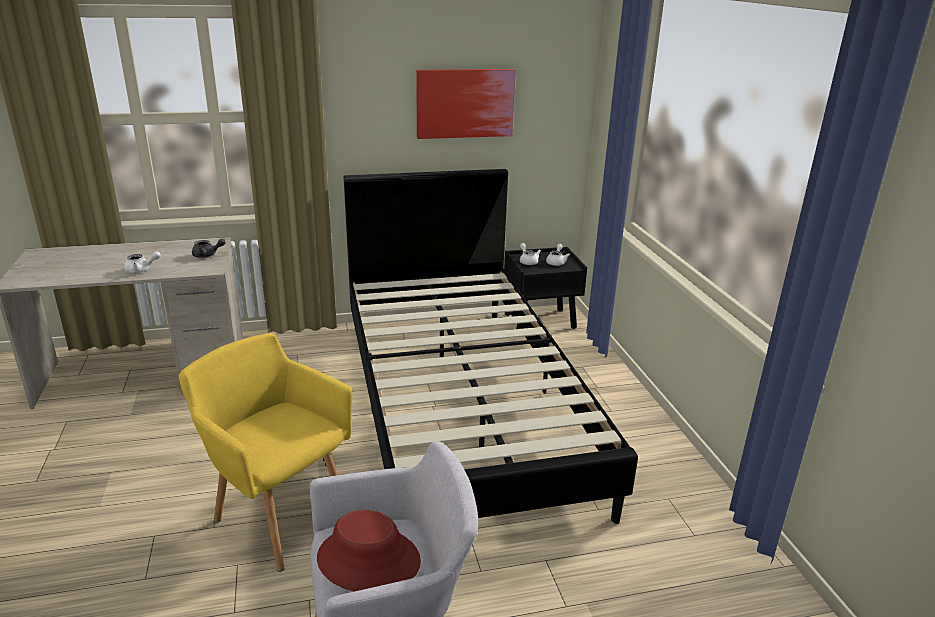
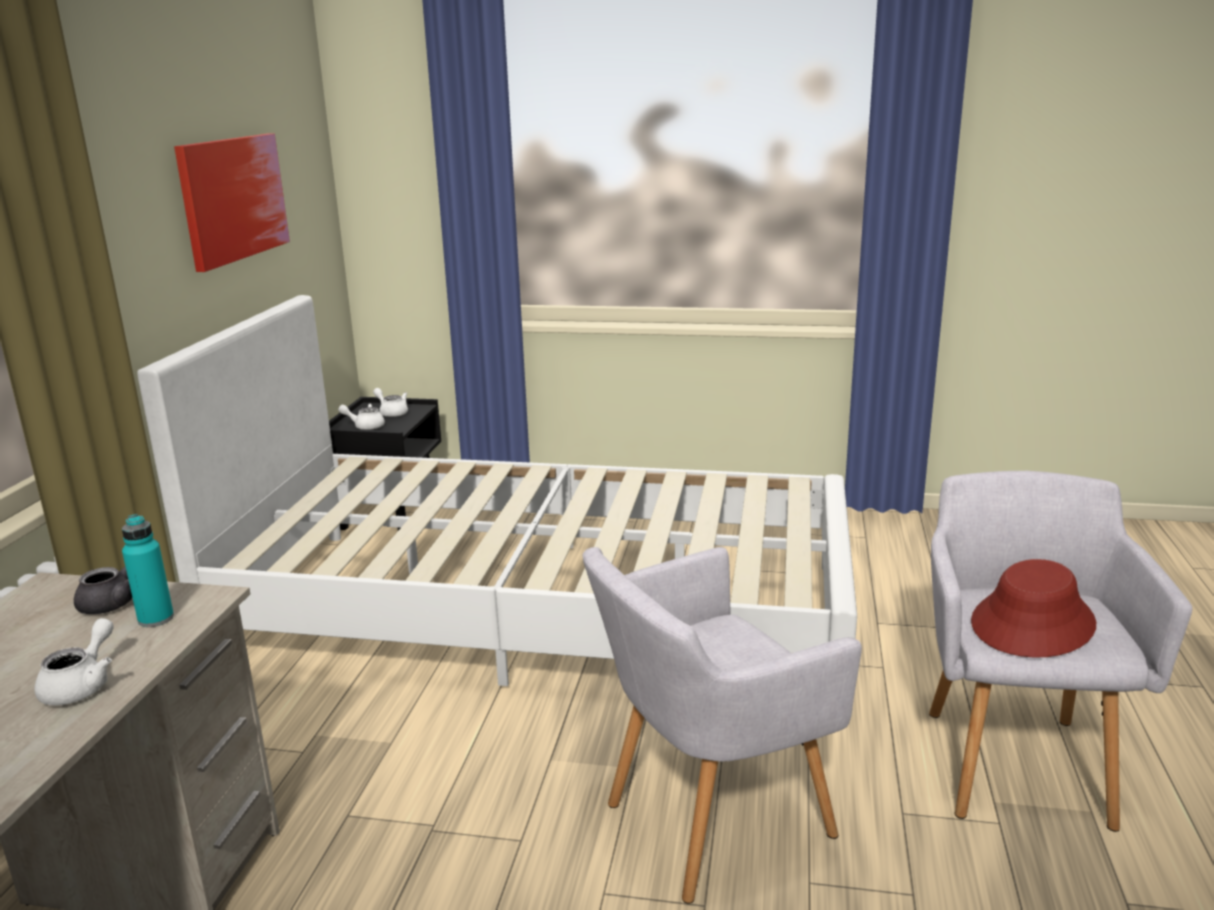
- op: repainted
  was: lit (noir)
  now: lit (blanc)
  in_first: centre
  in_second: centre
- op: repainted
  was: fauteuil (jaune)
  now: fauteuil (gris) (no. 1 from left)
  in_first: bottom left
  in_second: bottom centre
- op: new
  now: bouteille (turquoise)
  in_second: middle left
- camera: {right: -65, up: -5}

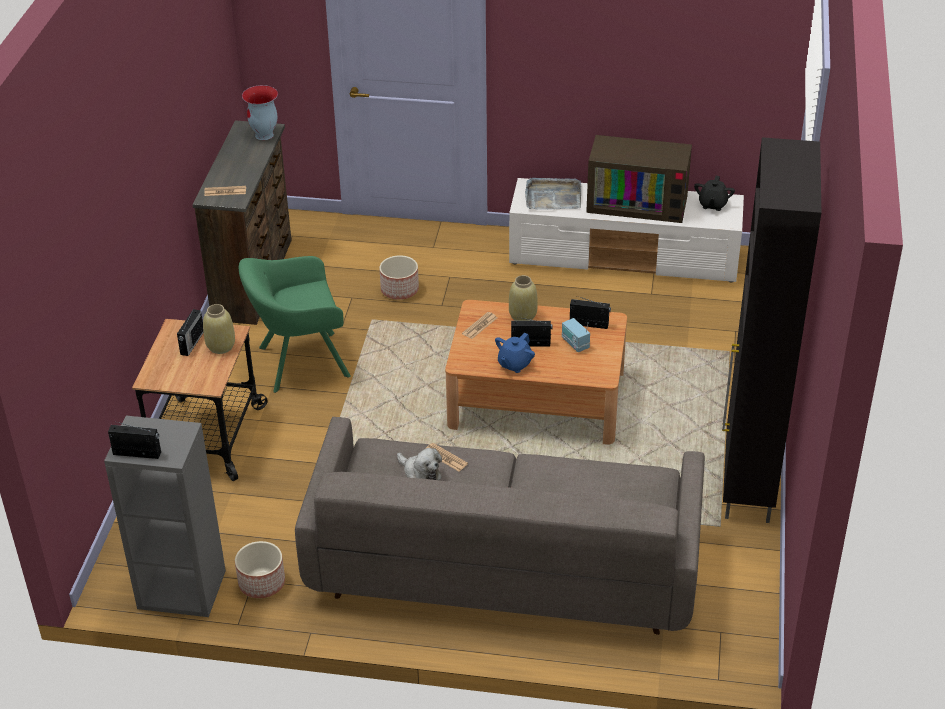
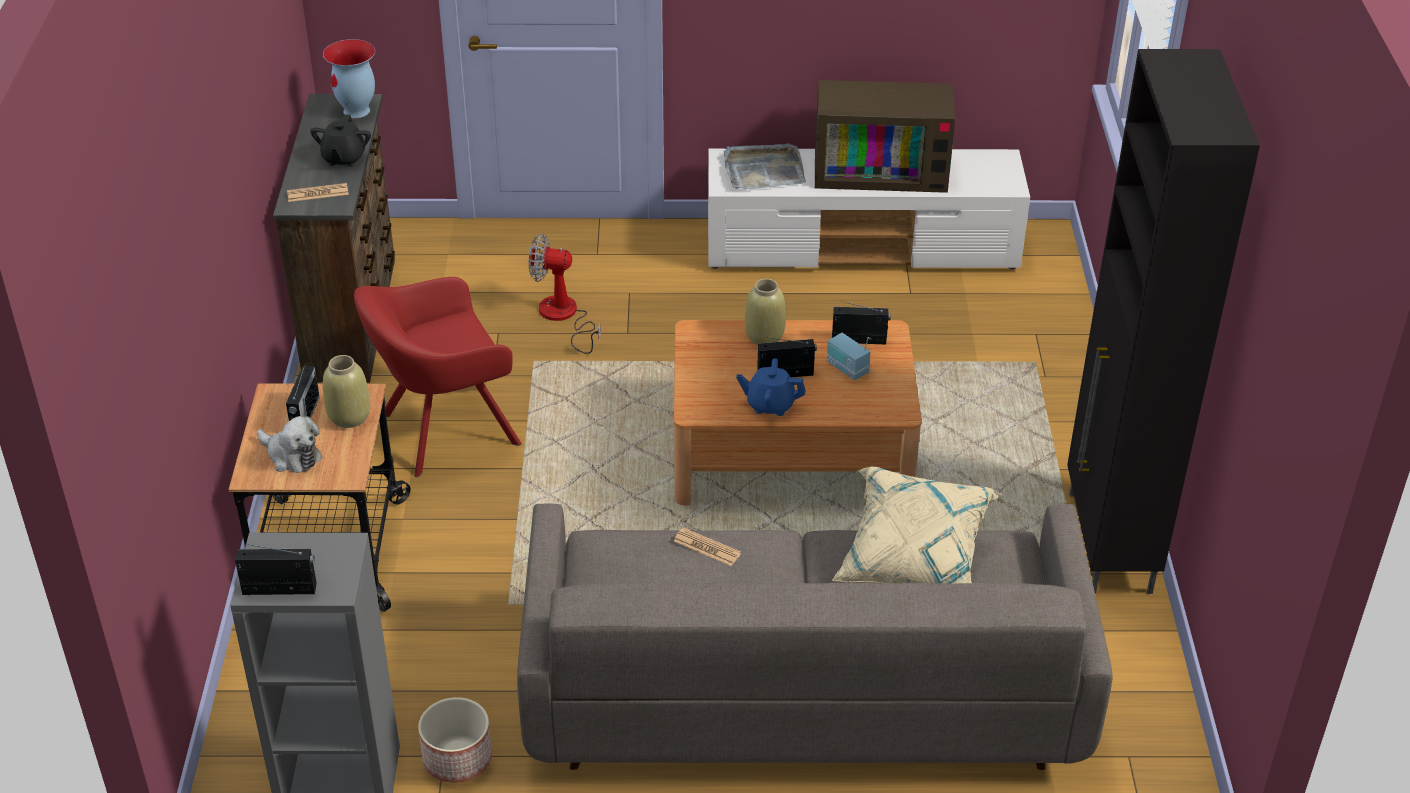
- op: shifted
  was: théière (noir)
  in_first: top right
  in_second: top left
- op: swapped
  was: cache-pot (no. 2 from left)
  now: ventilateur
  in_first: centre
  in_second: centre
- op: repainted
  was: fauteuil (vert)
  now: fauteuil (rouge)
  in_first: middle left
  in_second: middle left
- op: gone
  was: journal (no. 3 from left)
  in_first: centre
- op: rotated
  was: théière (bleu)
  in_first: centre
  in_second: centre
  clockwise: 75
- op: shifted
  was: peluche
  in_first: centre
  in_second: middle left
- op: new
  now: coussin (beige)
  in_second: centre
- camera: {right: -10, up: 0}

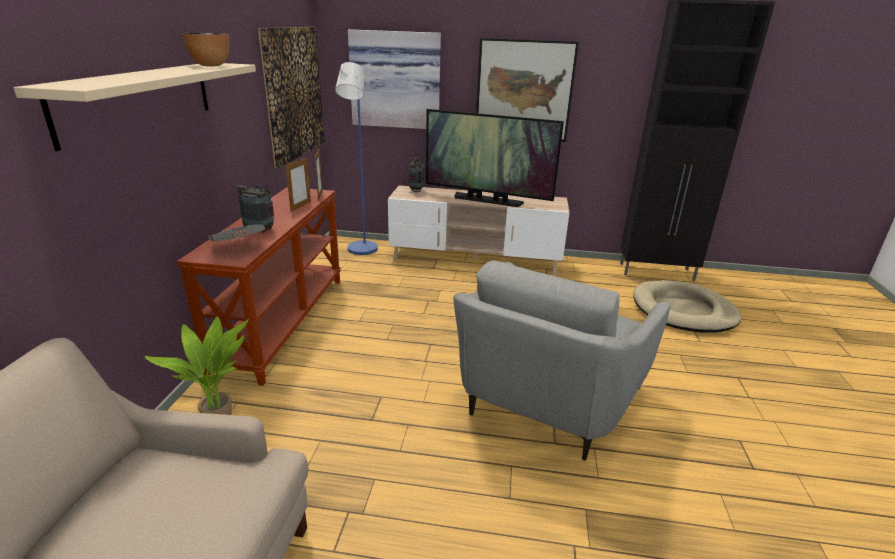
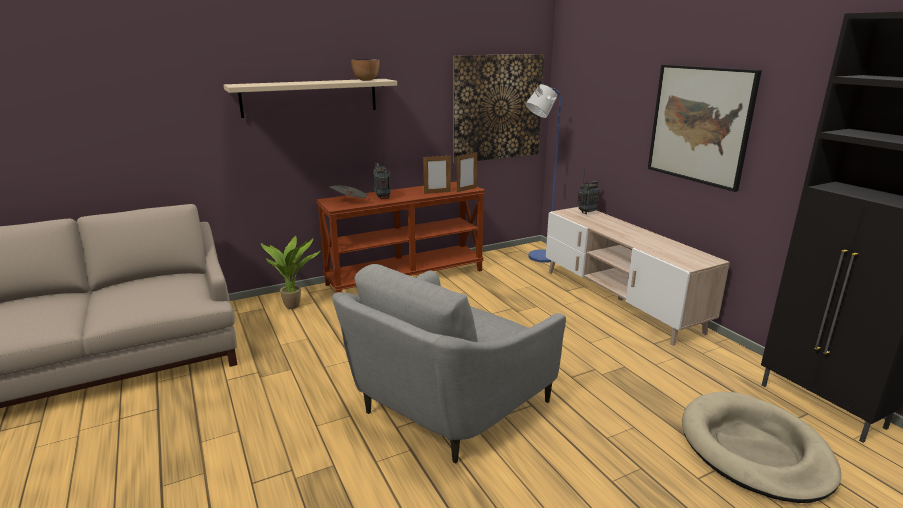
- op: gone
  was: tableau (no. 2 from left)
  in_first: top centre
- op: gone
  was: téléviseur
  in_first: top centre
- op: rotated
  was: fauteuil (gris)
  in_first: centre
  in_second: bottom centre
  clockwise: -45
- camera: {right: 55, up: -5}

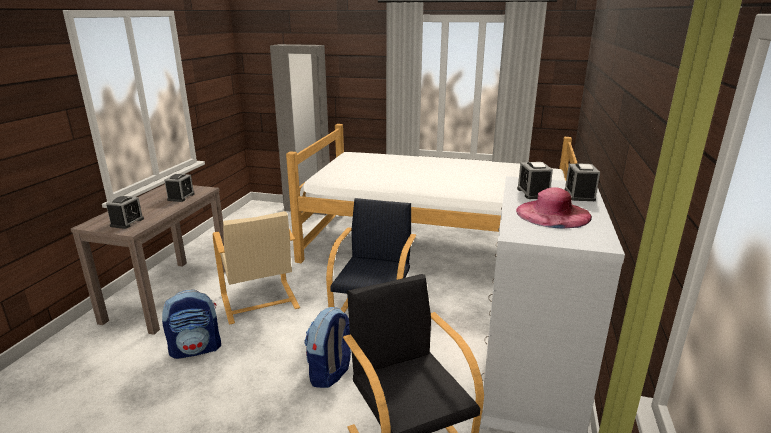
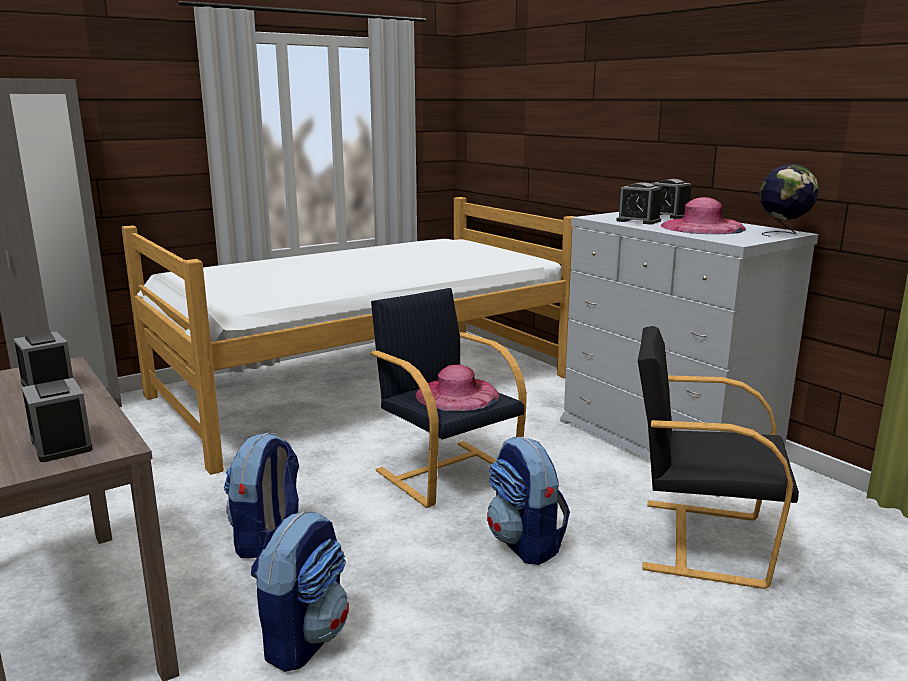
- op: swapped
  was: fauteuil (beige)
  now: sac à dos (no. 1 from left)
  in_first: middle left
  in_second: bottom left
- op: new
  now: globe
  in_second: top right
- op: new
  now: chapeau (rose) (no. 1 from left)
  in_second: centre
- camera: {right: -50, up: -5}

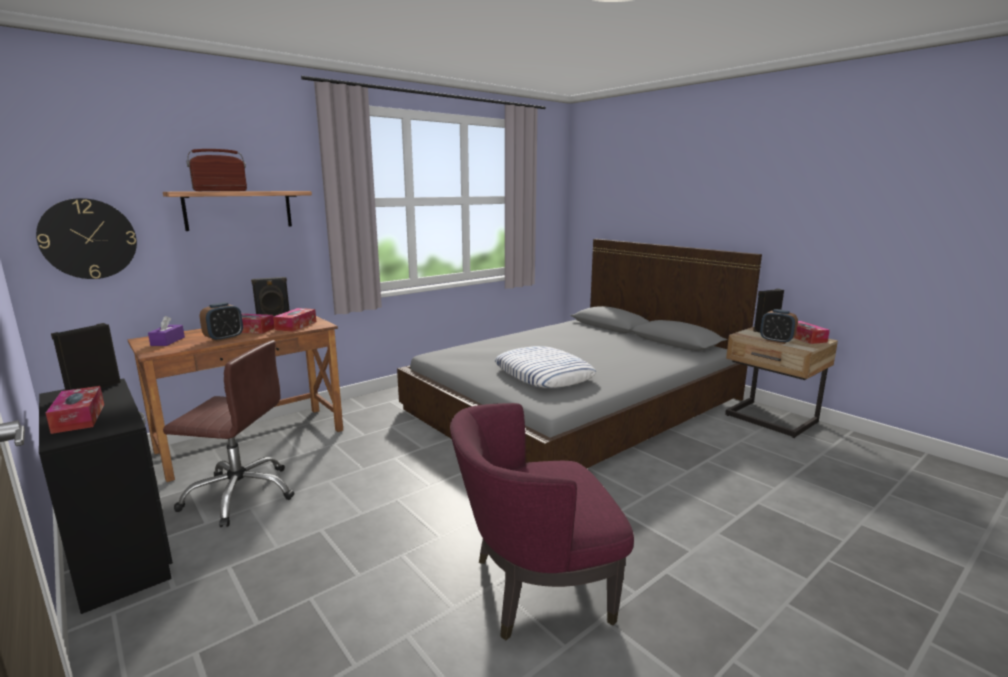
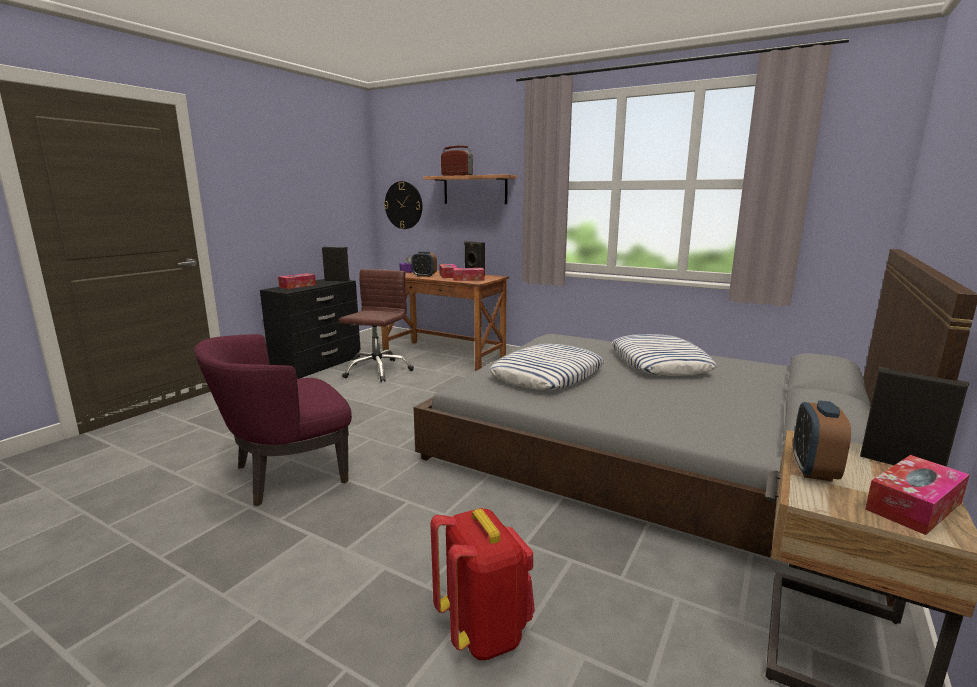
- op: rotated
  was: chaise de bureau (marron)
  in_first: middle left
  in_second: centre
  clockwise: -150
- op: rotated
  was: fauteuil (violet)
  in_first: bottom centre
  in_second: middle left
  clockwise: -90
- op: new
  now: coussin (no. 2 from left)
  in_second: middle right
- op: new
  now: sac à dos (rouge)
  in_second: bottom centre
- camera: {right: 70, up: 0}

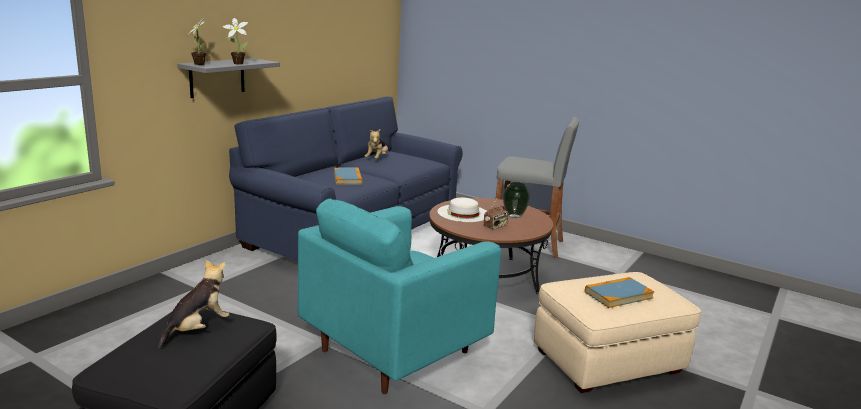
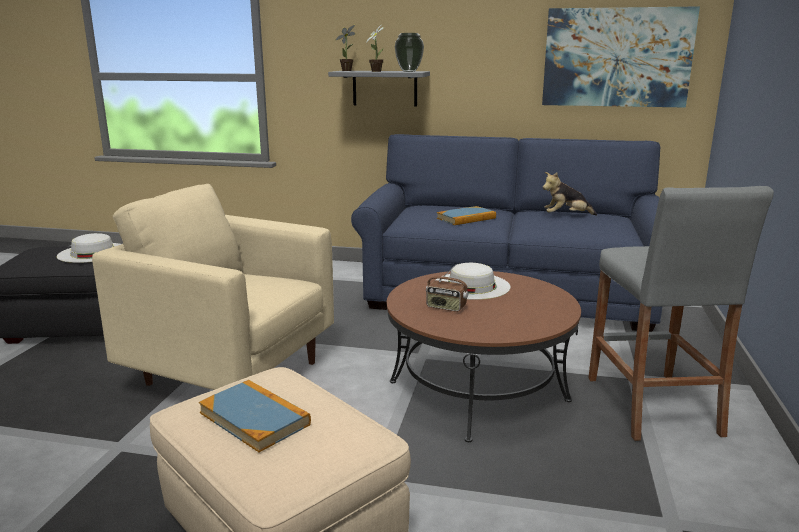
- op: shifted
  was: vase
  in_first: centre
  in_second: top centre
- op: repainted
  was: fauteuil (turquoise)
  now: fauteuil (beige)
  in_first: bottom centre
  in_second: middle left
- op: swapped
  was: peluche (no. 1 from left)
  now: chapeau (blanc) (no. 1 from left)
  in_first: bottom left
  in_second: middle left
- op: new
  now: tableau
  in_second: top right
- camera: {right: 70, up: 0}

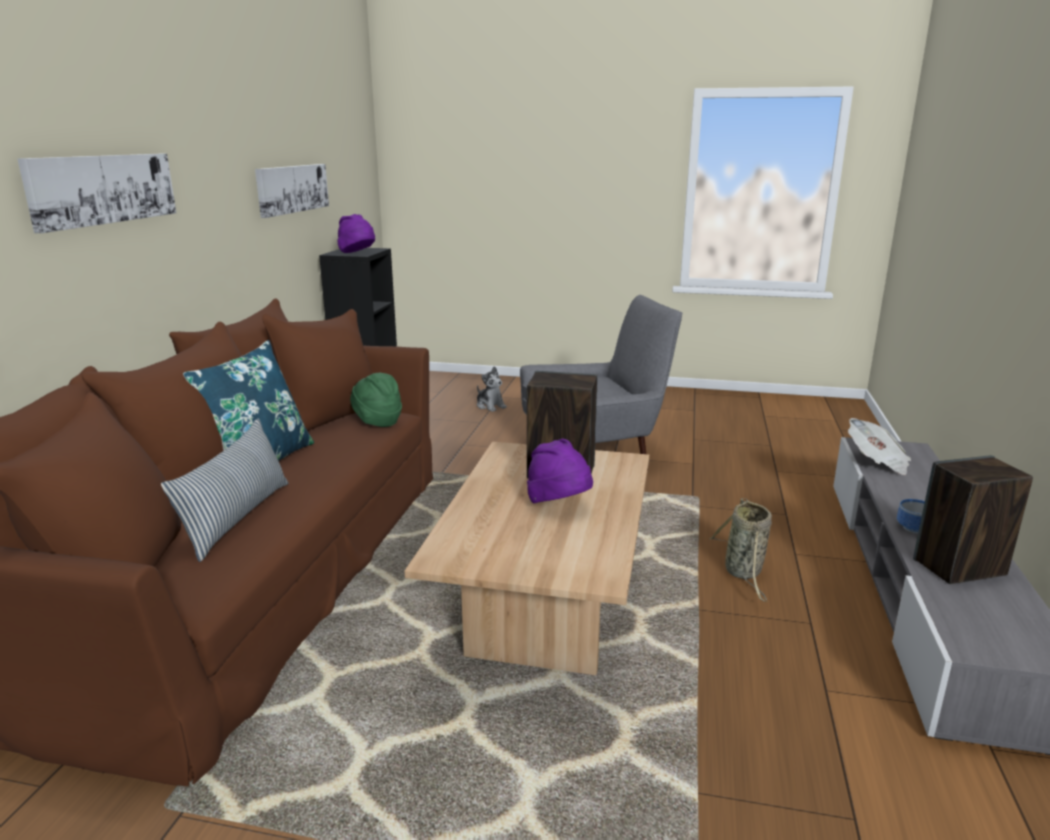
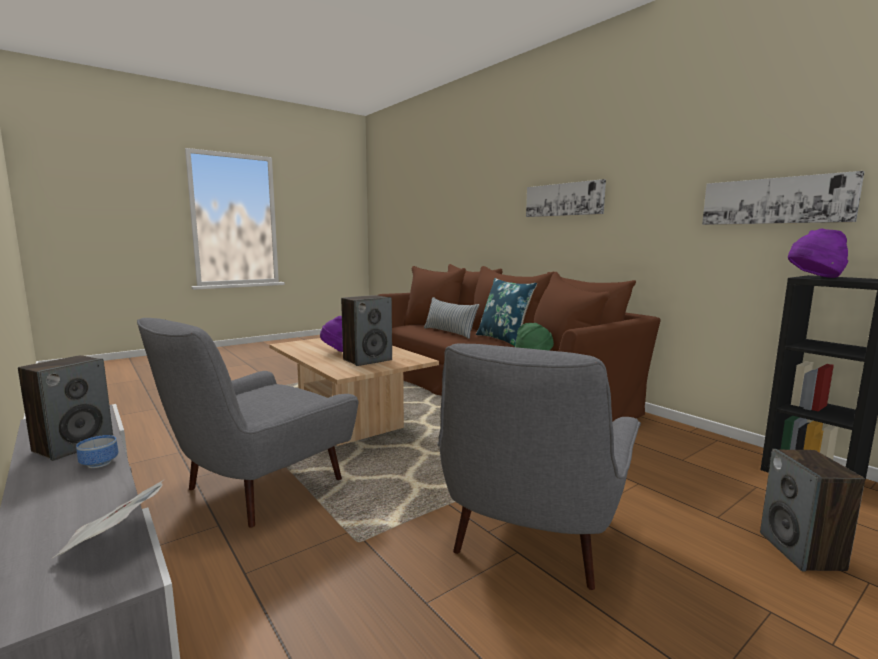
- op: swapped
  was: peluche
  now: enceinte (no. 3 from left)
  in_first: centre
  in_second: bottom right
- op: swapped
  was: panier
  now: fauteuil (gris) (no. 1 from left)
  in_first: middle right
  in_second: middle left
- camera: {right: 130, up: -10}

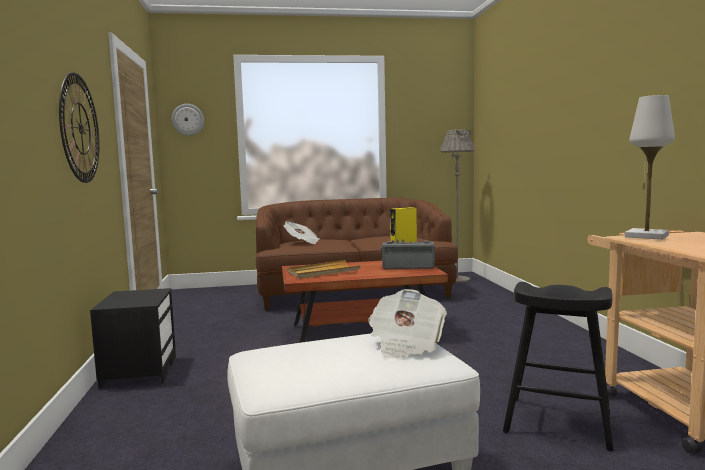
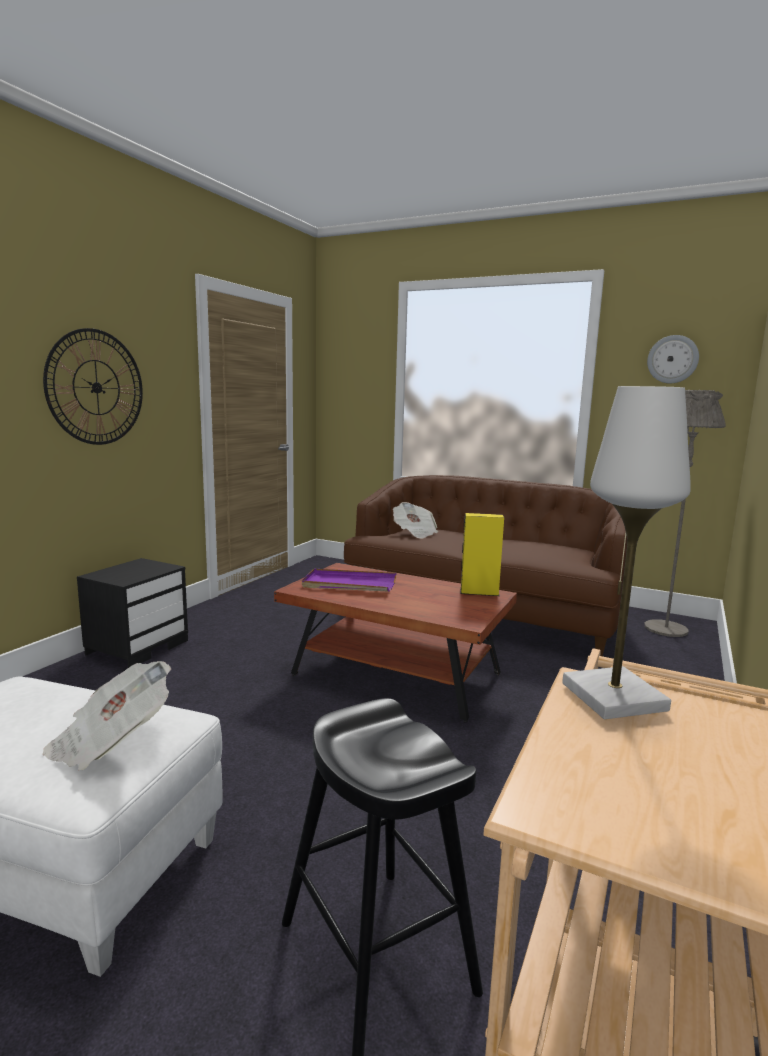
- op: shifted
  was: horloge murale (no. 2 from left)
  in_first: top left
  in_second: middle right
- op: gone
  was: radio
  in_first: centre
- op: repainted
  was: plateau (beige)
  now: plateau (violet)
  in_first: centre
  in_second: centre
- camera: {right: 35, up: 5}

